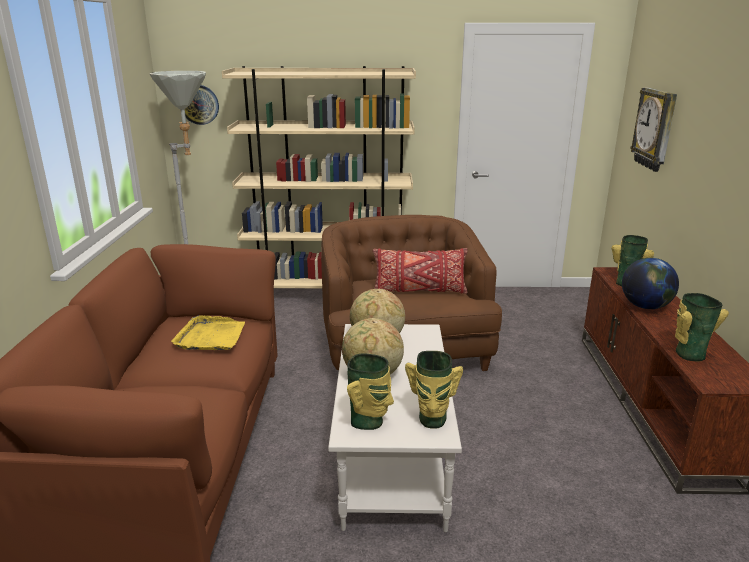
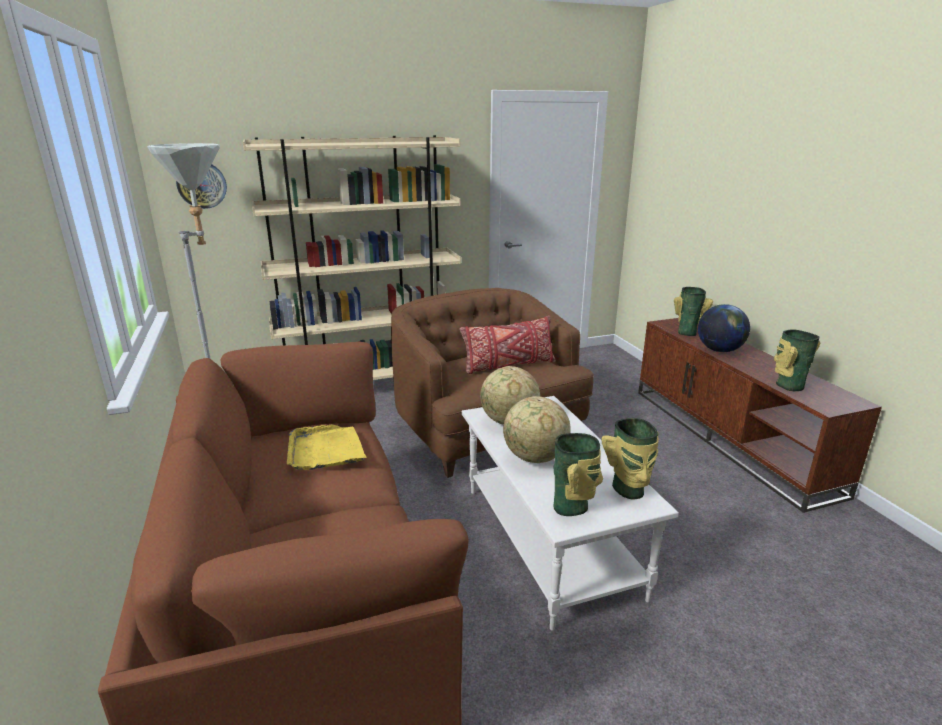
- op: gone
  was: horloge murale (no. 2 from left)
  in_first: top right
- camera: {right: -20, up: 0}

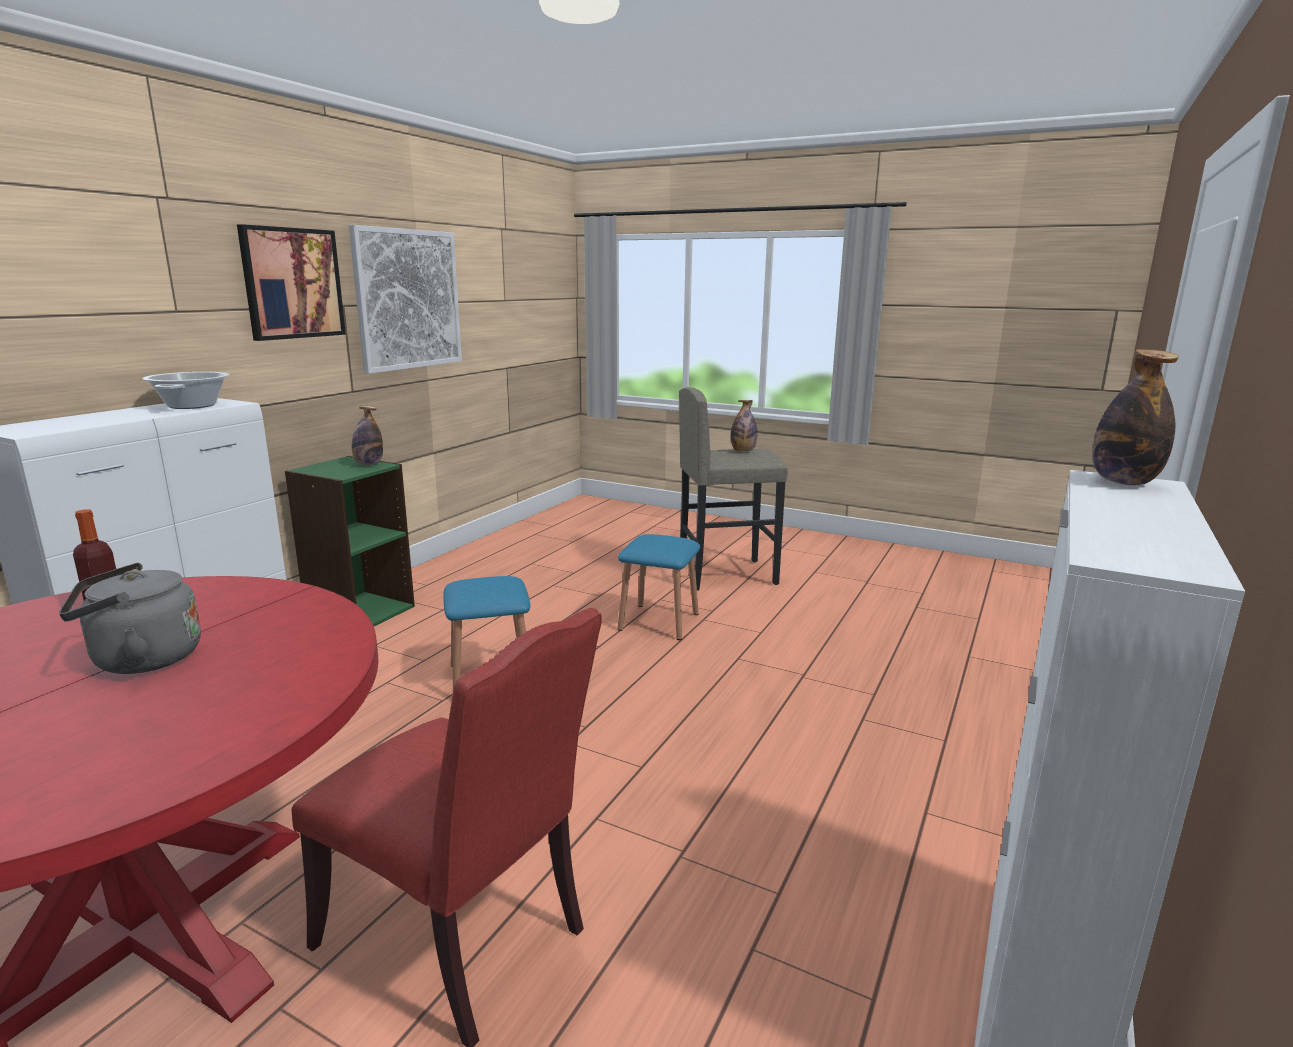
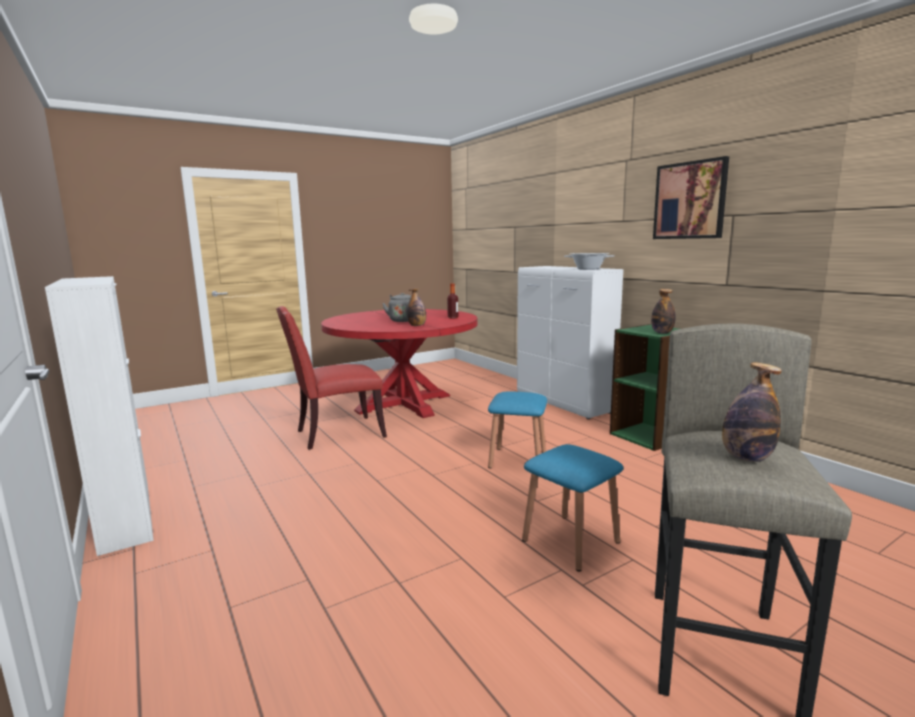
- op: gone
  was: tableau (no. 2 from left)
  in_first: top left
- op: shifted
  was: bouteille (no. 4 from left in the first image)
  now: bouteille (no. 1 from left)
  in_first: middle right
  in_second: centre
- camera: {right: 120, up: -5}

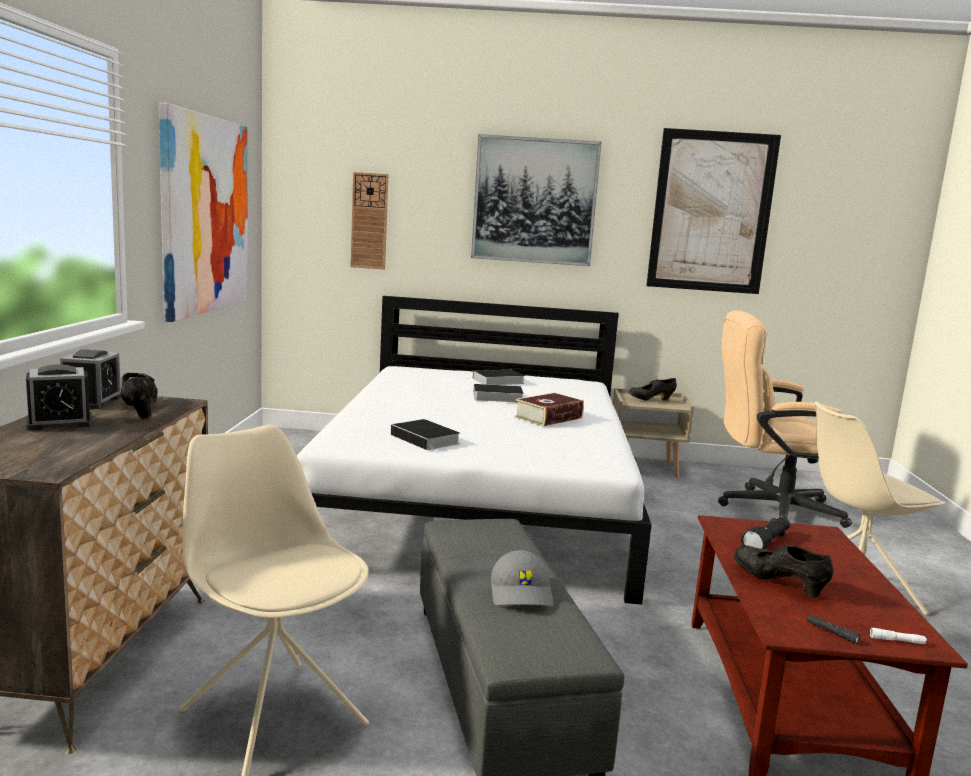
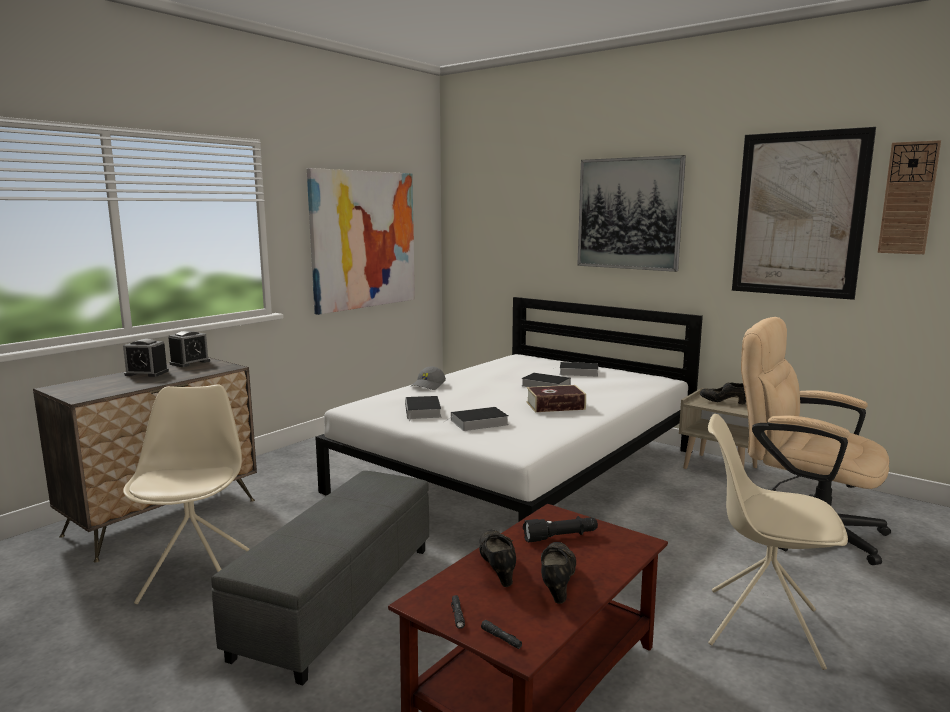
- op: shifted
  was: horloge murale
  in_first: top centre
  in_second: top right
- op: shifted
  was: chaussure (noir) (no. 1 from left in the first image)
  now: chaussure (noir) (no. 2 from left)
  in_first: middle left
  in_second: bottom centre
- op: shifted
  was: casquette (gris)
  in_first: bottom centre
  in_second: centre
- op: repainted
  was: lampe de poche (blanc)
  now: lampe de poche (noir) (no. 2 from left)
  in_first: bottom right
  in_second: bottom centre
- op: new
  now: livre (no. 2 from left)
  in_second: centre
- camera: {right: 35, up: 0}

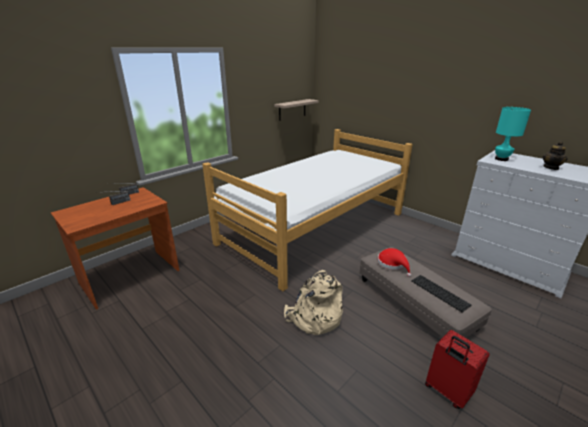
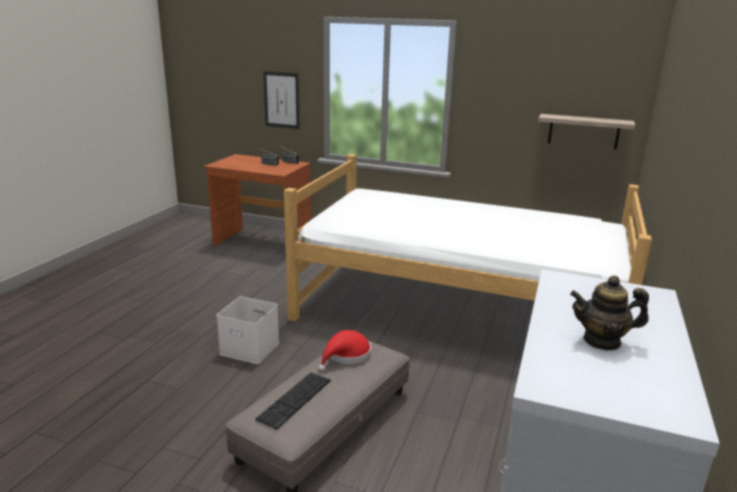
- op: gone
  was: lampe de table (turquoise)
  in_first: top right
- op: swapped
  was: sac à dos (beige)
  now: boîte de rangement (blanc)
  in_first: bottom centre
  in_second: bottom centre
- op: gone
  was: valise (rouge)
  in_first: bottom right
- op: new
  now: tableau
  in_second: top centre
- camera: {right: 65, up: -5}

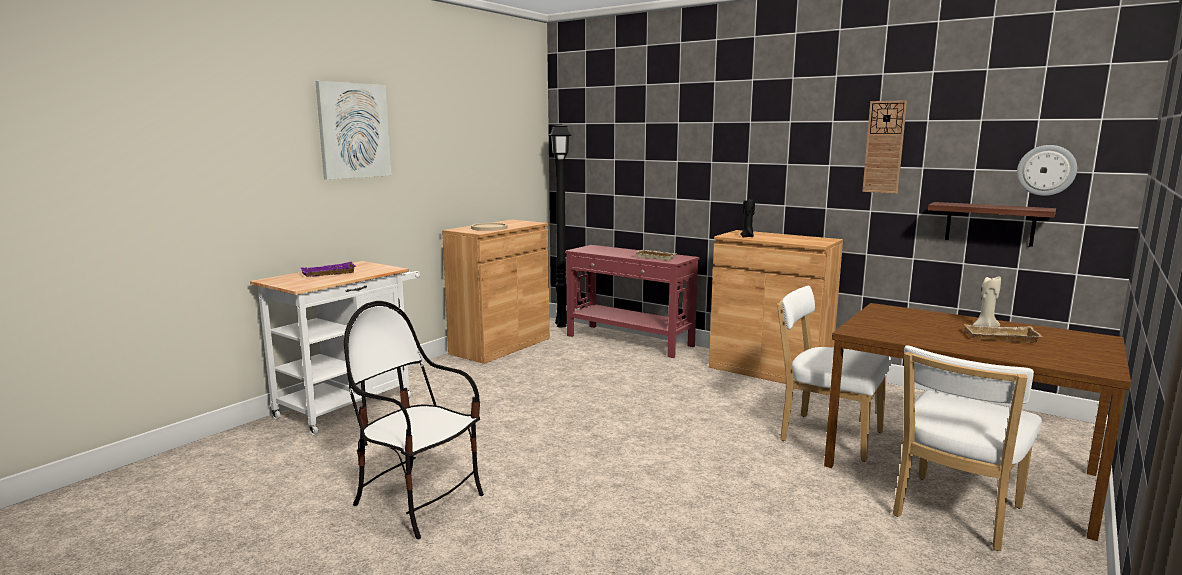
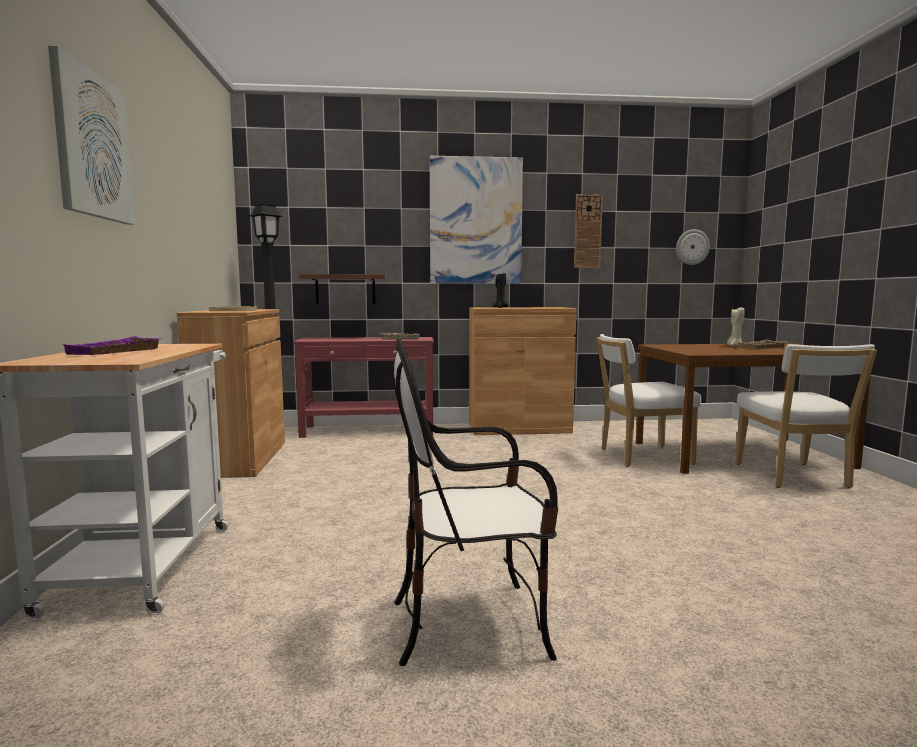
- op: shifted
  was: étagère
  in_first: middle right
  in_second: centre
- op: new
  now: tableau (no. 2 from left)
  in_second: top centre
- camera: {right: -40, up: -5}

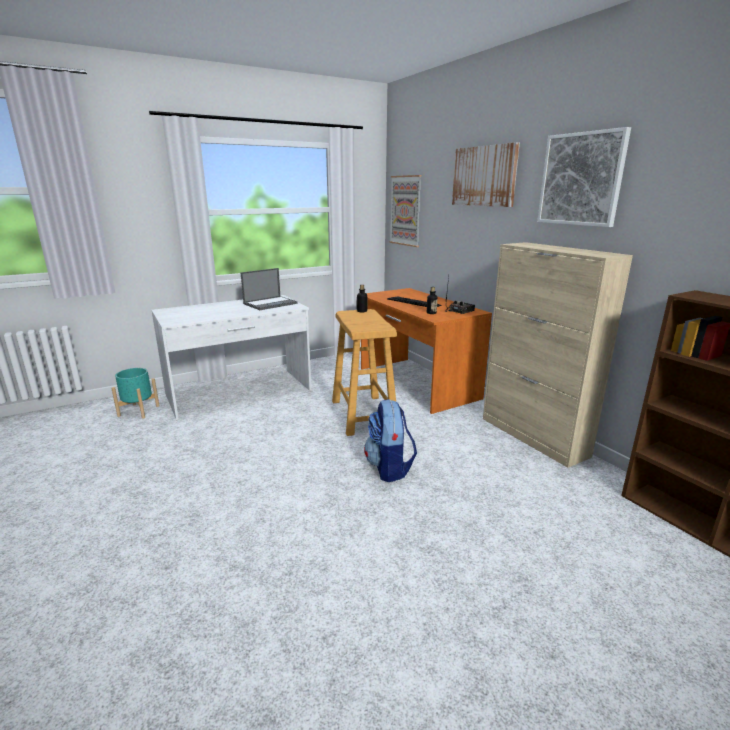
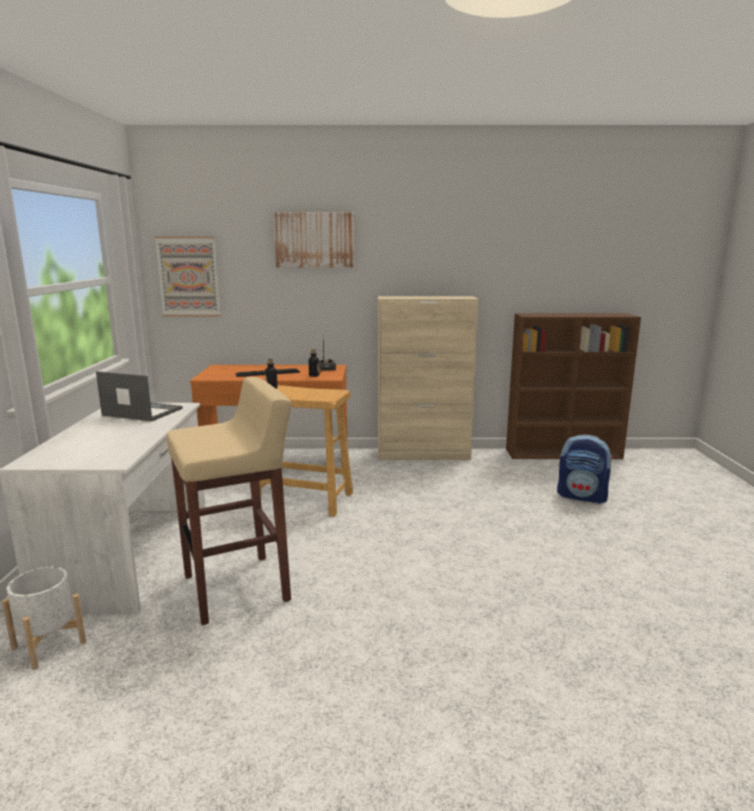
- op: gone
  was: tableau (no. 3 from left)
  in_first: top right
- op: rotated
  was: ordinateur portable
  in_first: centre
  in_second: middle left
  clockwise: -60
- op: repainted
  was: cache-pot (turquoise)
  now: cache-pot (blanc)
  in_first: middle left
  in_second: bottom left
- op: shifted
  was: sac à dos
  in_first: centre
  in_second: middle right
- op: new
  now: tabouret (beige) (no. 1 from left)
  in_second: middle left
- camera: {right: -60, up: -5}

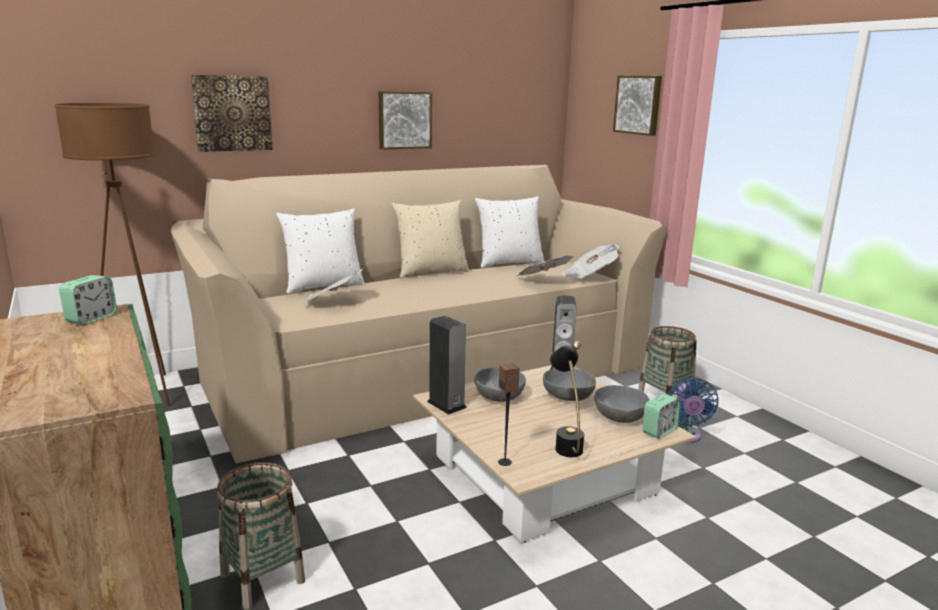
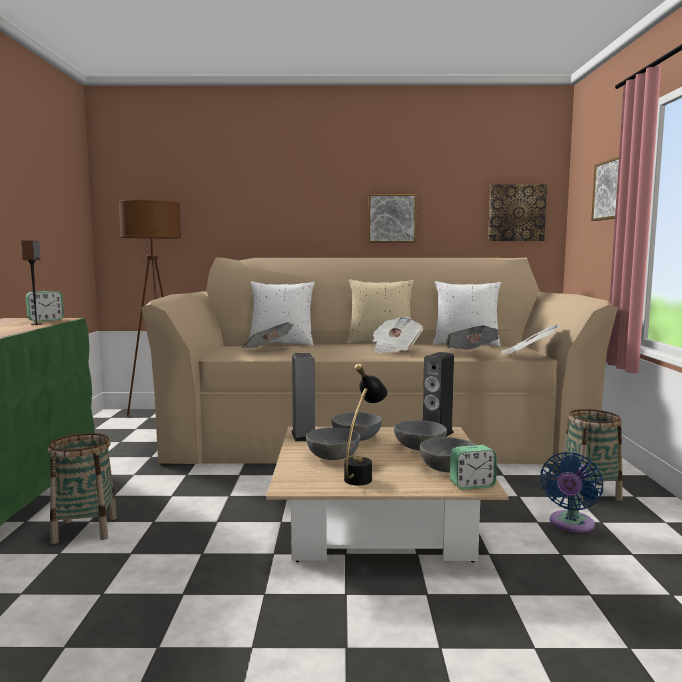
- op: shifted
  was: tableau (no. 1 from left in the first image)
  now: tableau (no. 2 from left)
  in_first: top left
  in_second: top right
- op: shifted
  was: enceinte (no. 2 from left in the first image)
  now: enceinte (no. 1 from left)
  in_first: bottom centre
  in_second: middle left
- op: new
  now: journal (no. 2 from left)
  in_second: centre
- op: new
  now: bol (gris) (no. 1 from left)
  in_second: centre
- camera: {right: 30, up: -10}

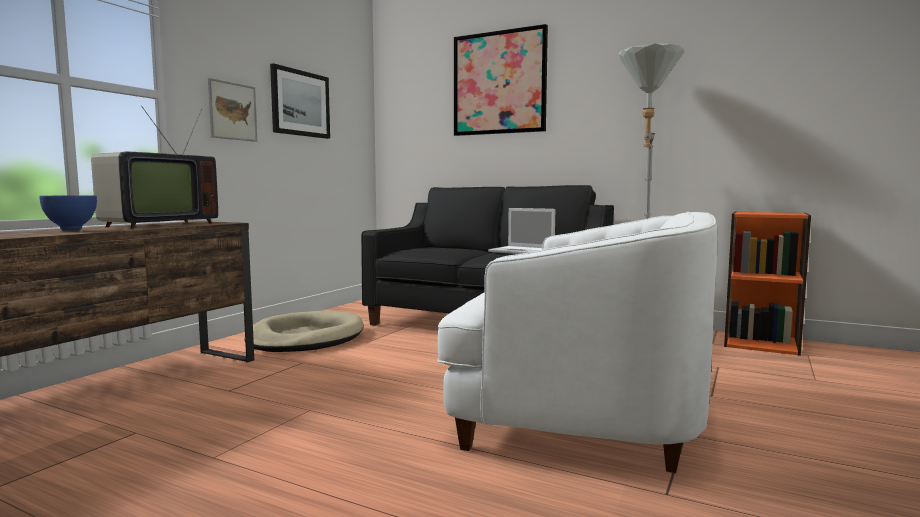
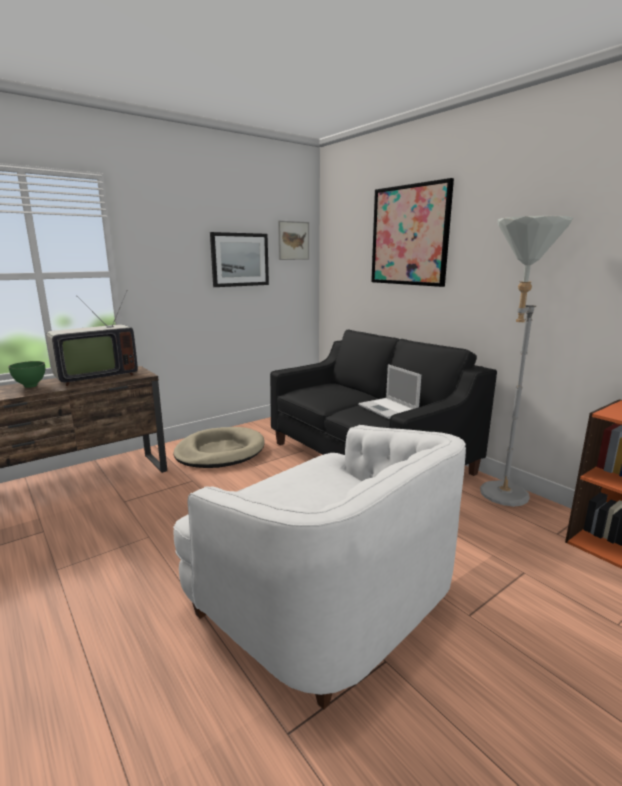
- op: shifted
  was: tableau (no. 1 from left in the first image)
  now: tableau (no. 2 from left)
  in_first: top left
  in_second: top centre
- op: repainted
  was: bol (bleu)
  now: bol (vert)
  in_first: middle left
  in_second: middle left
- camera: {right: 25, up: 10}

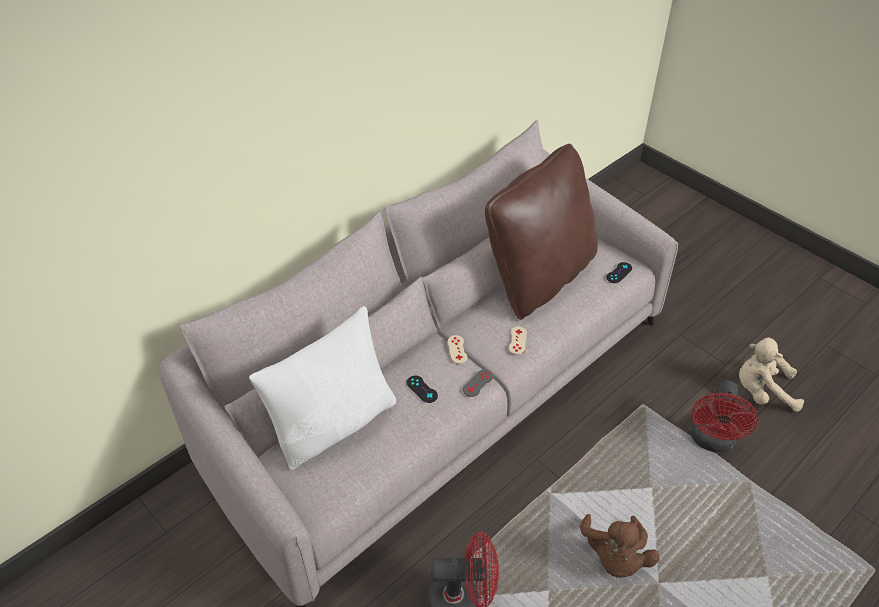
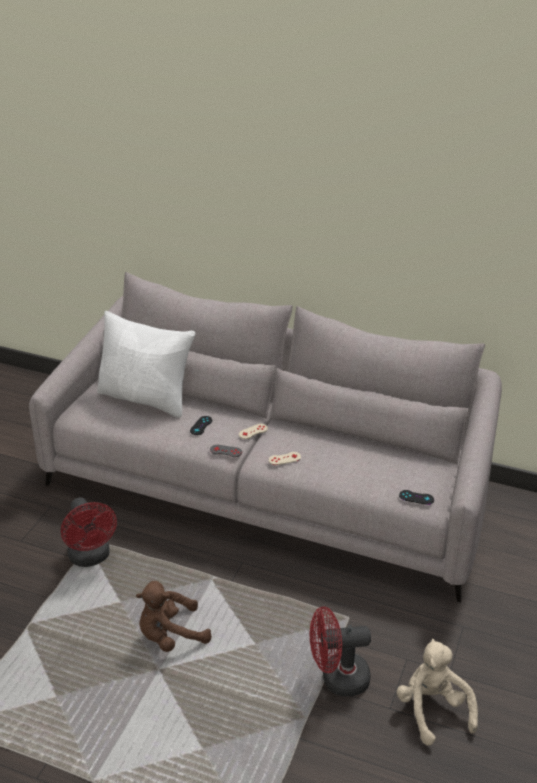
- op: gone
  was: coussin (marron)
  in_first: centre
- camera: {right: 65, up: -10}

